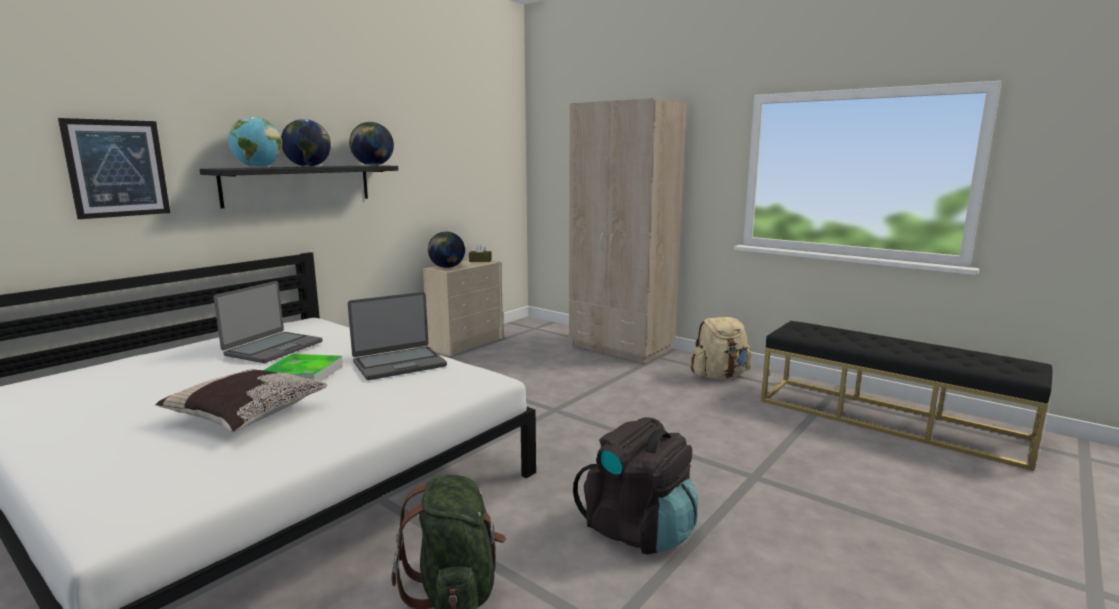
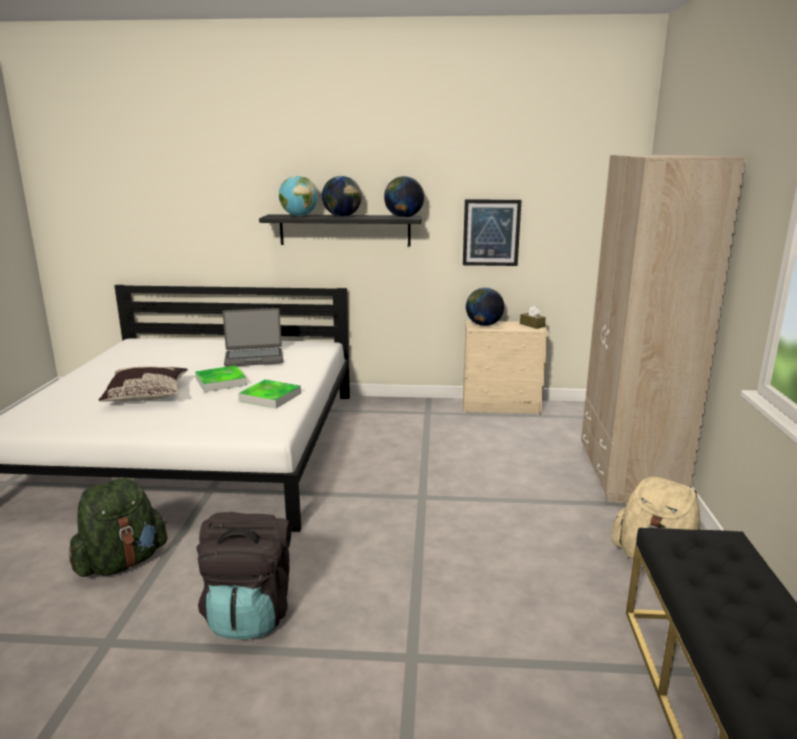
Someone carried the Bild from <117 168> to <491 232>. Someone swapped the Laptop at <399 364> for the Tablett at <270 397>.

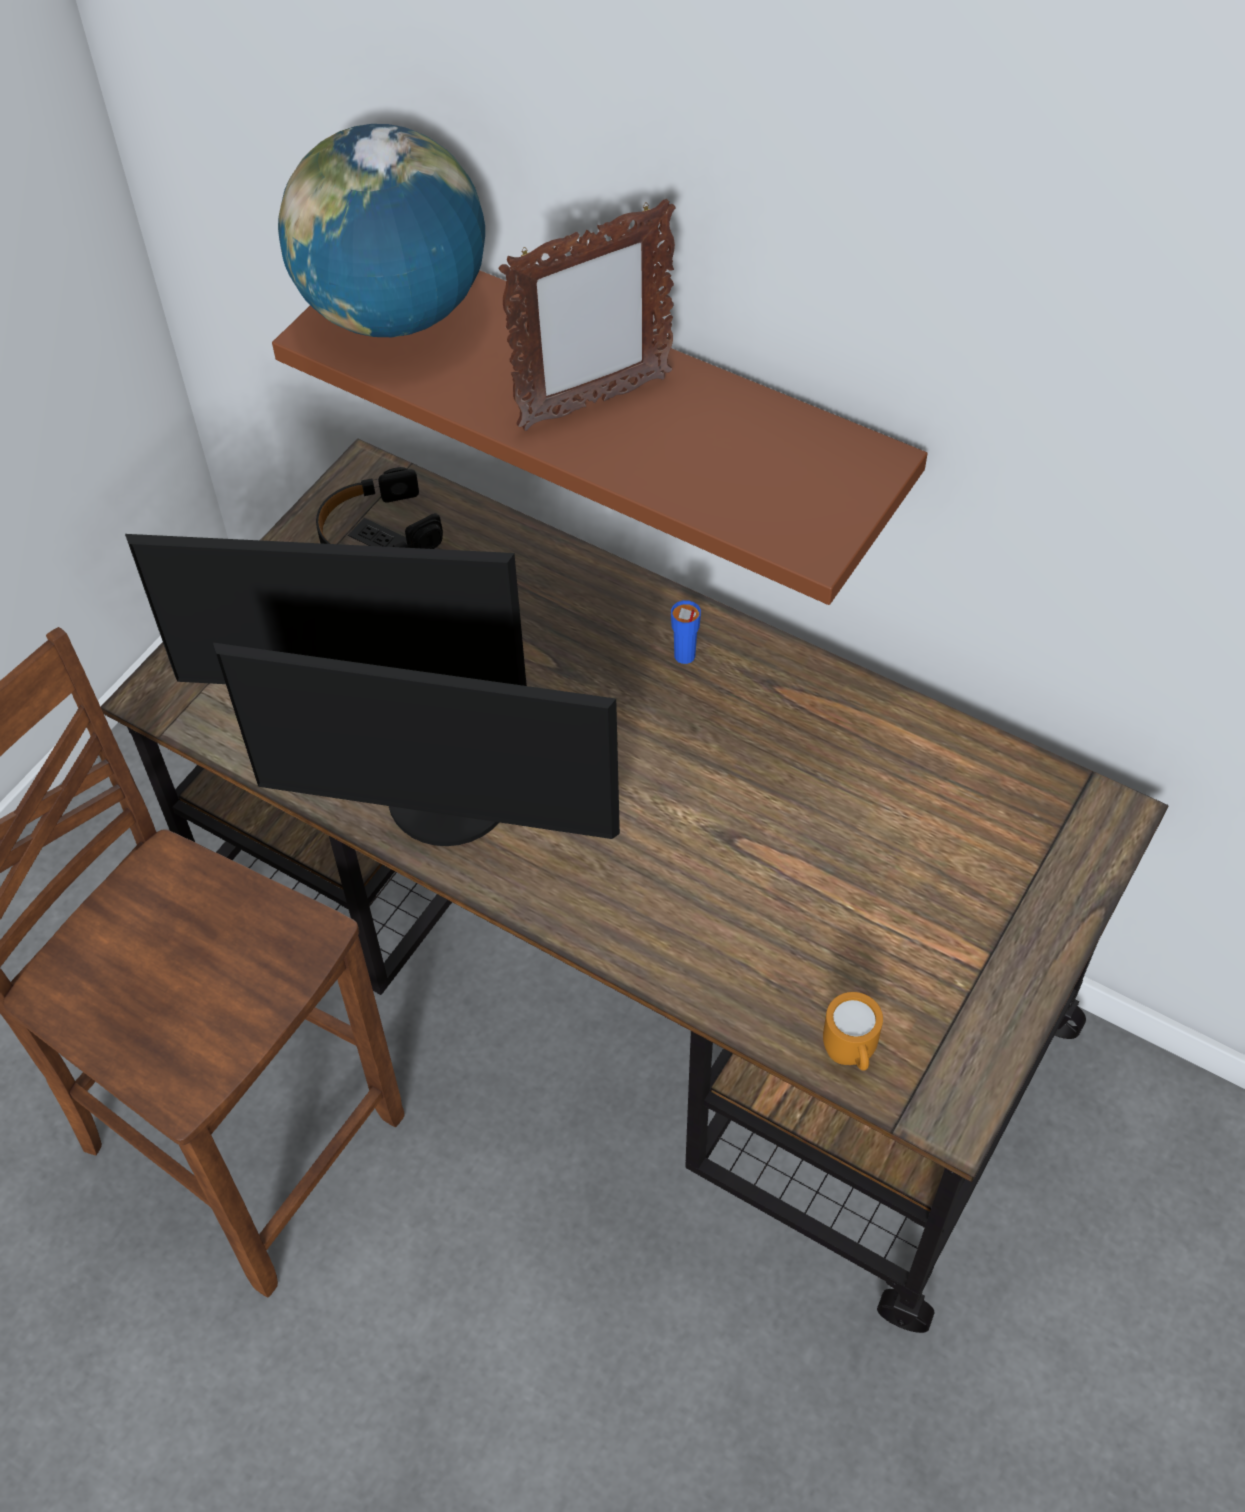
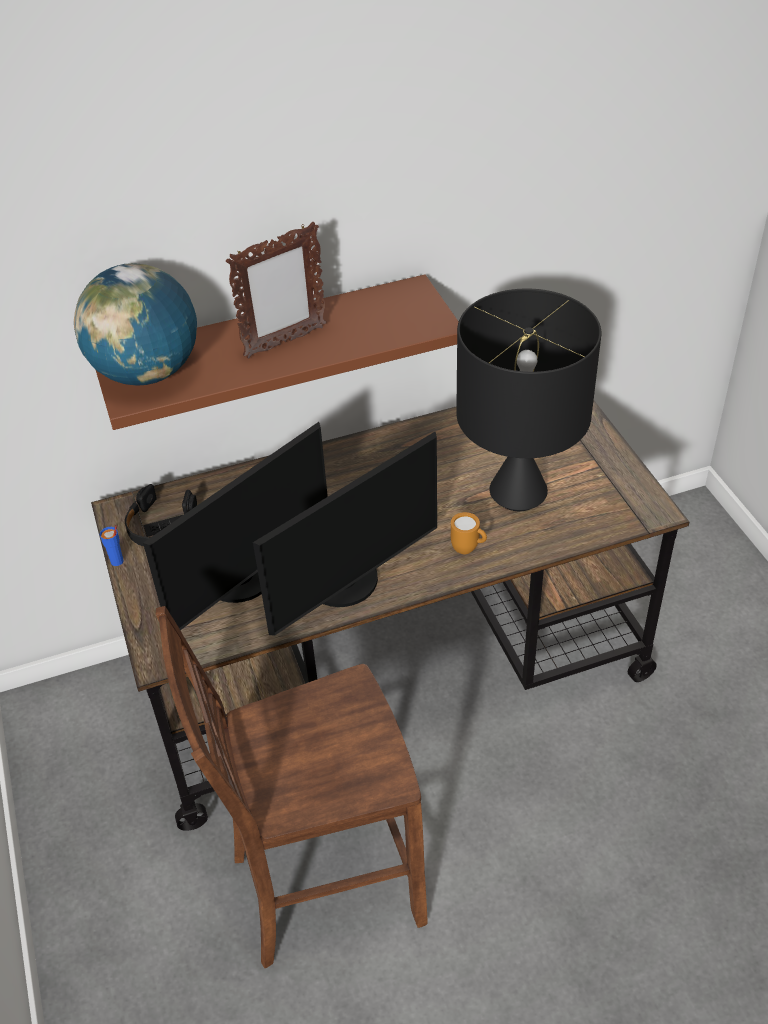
Someone put down the Tischlampe (schwarz) at <518 495>. Someone carried the Tasse (blau) from <684 656> to <117 561>. Someone carried the Henkelbecher (orange) from <850 1056> to <468 549>. Someone rotated the Bilderrahmen at <593 403> by 45 degrees clockwise.

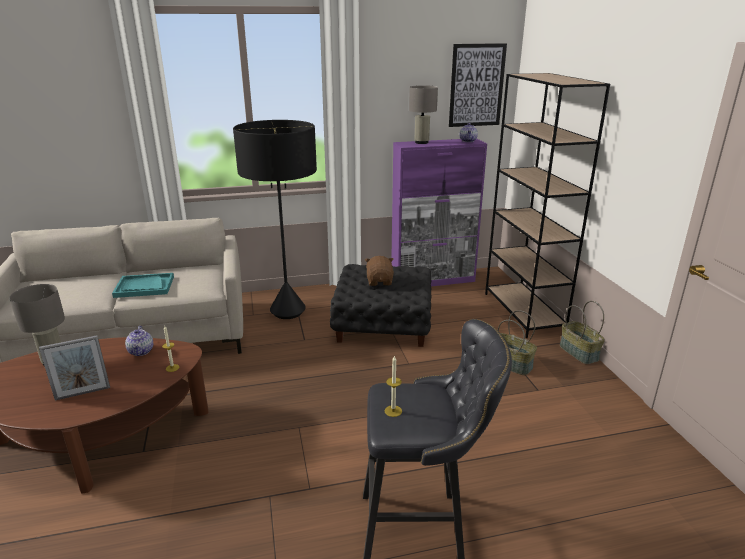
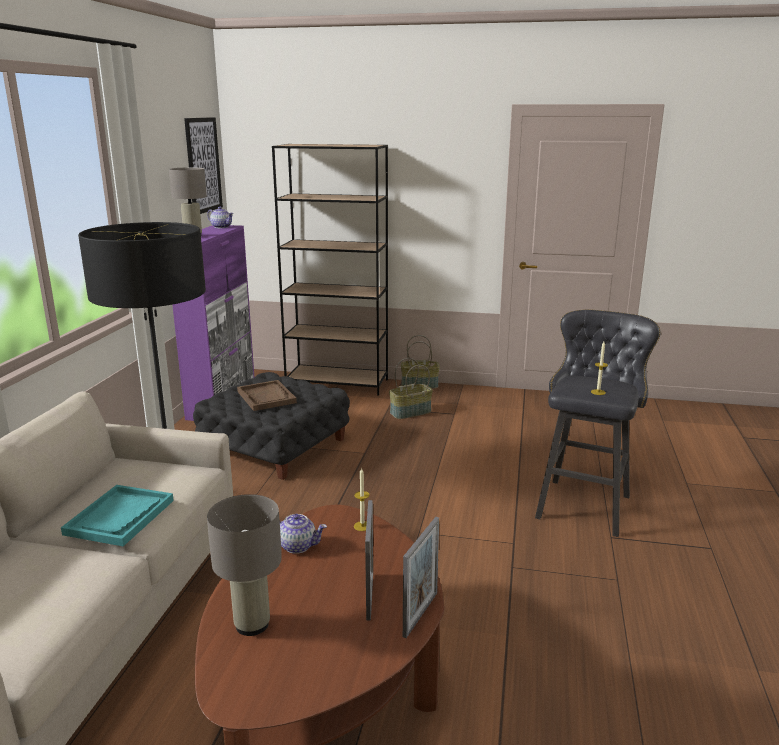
Someone put down the Bilderrahmen at <420 614>. Someone swapped the Plüschtier (braun) at <380 281> for the Tablett (braun) at <266 397>.

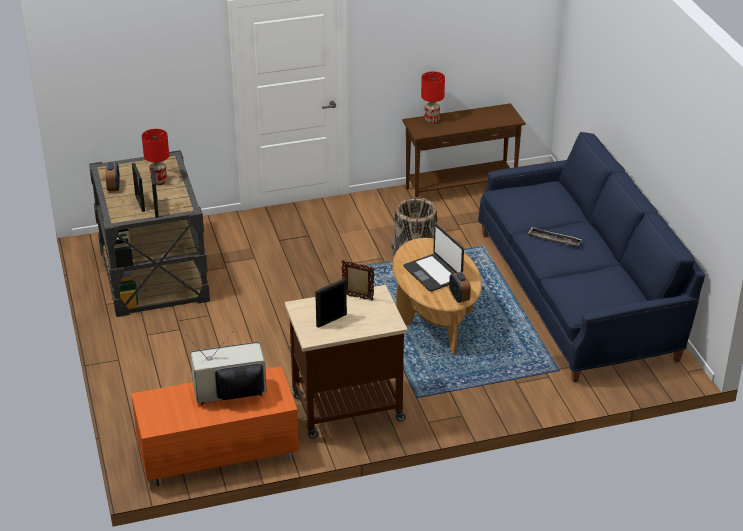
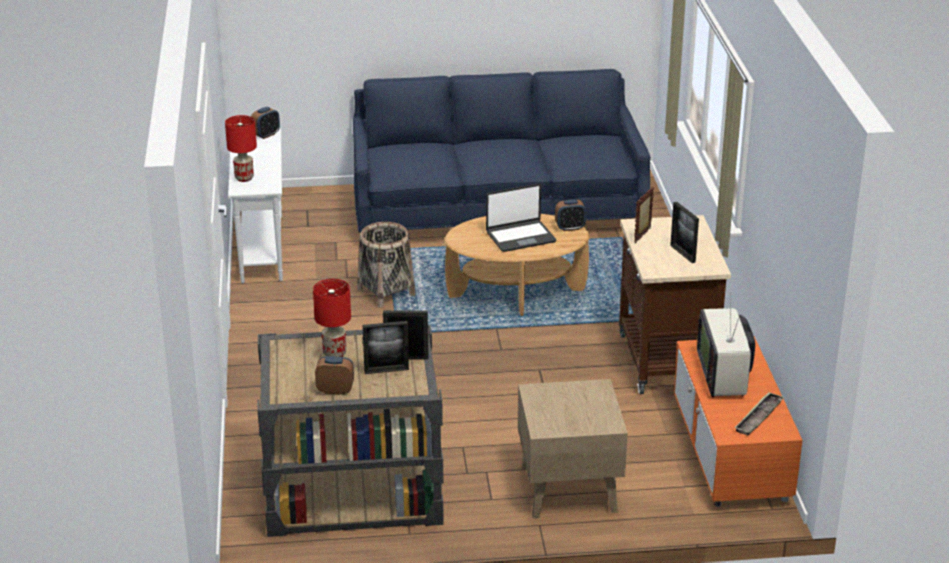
Someone put down the Wecker at <266 135>. Someone put down the Nachttisch (beige) at <567 489>. Someone carried the Tablett from <554 240> to <758 417>. Someone repainted the Konsolentisch (braun) at <461 188>, which became the Konsolentisch (weiß) at <261 248>.

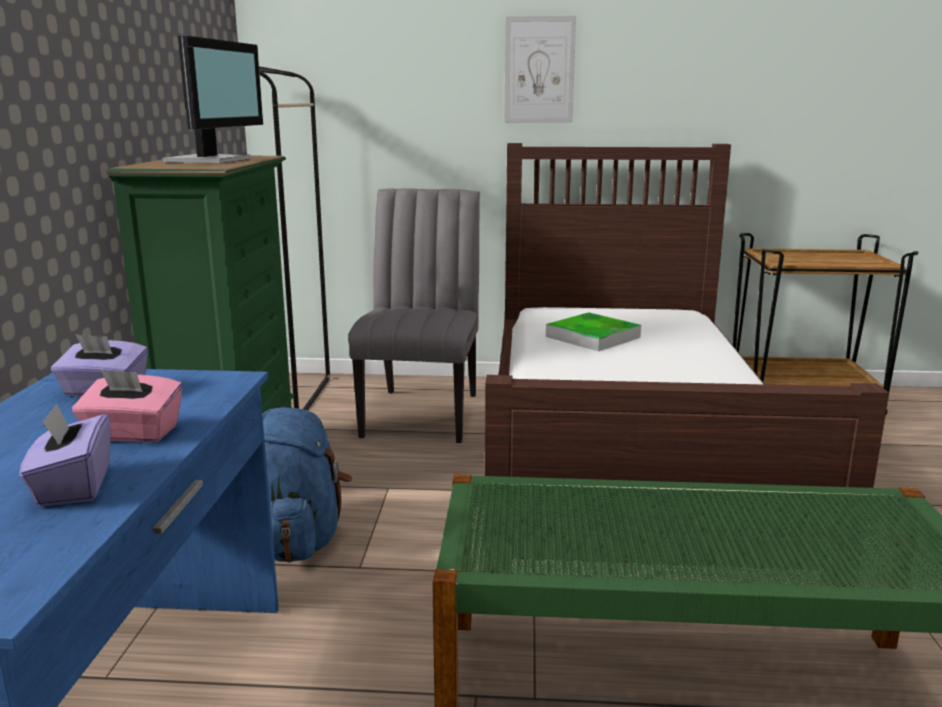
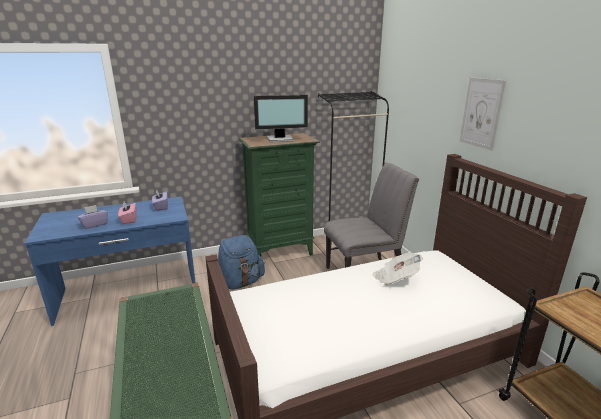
Someone swapped the Tablett at <593 337> for the Zeitung at <395 278>.

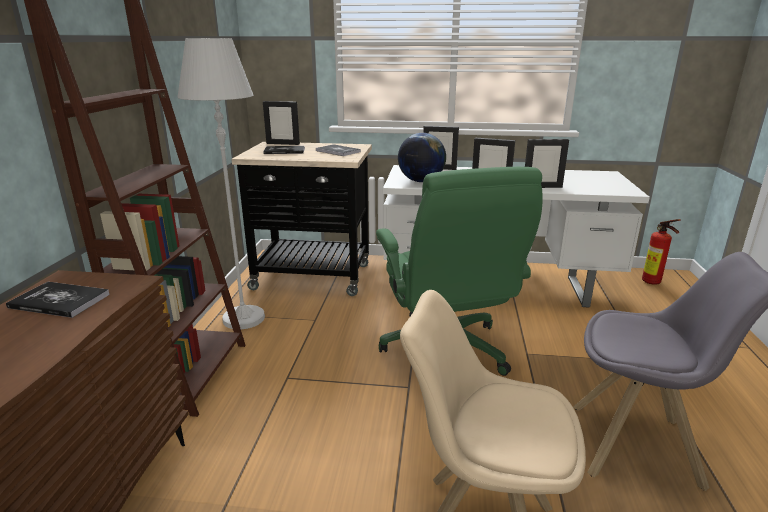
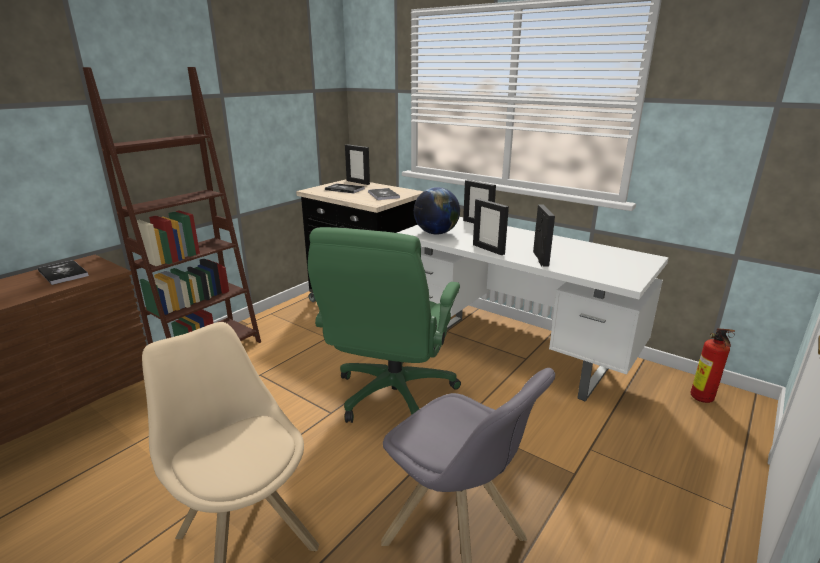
Someone took away the Stehlampe (weiß) at <243 318>. Someone rotated the Bilderrahmen at <542 186> by 120 degrees counterclockwise.

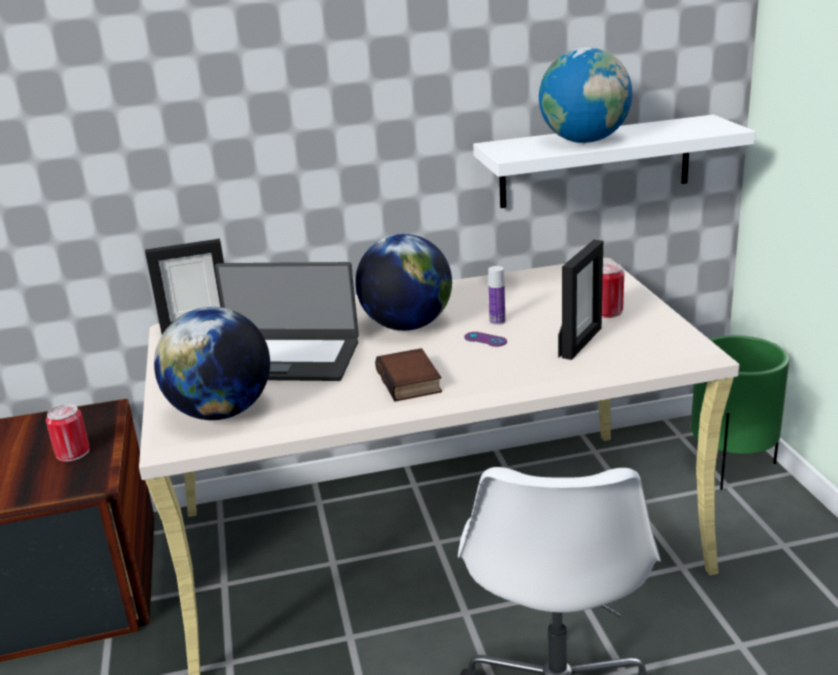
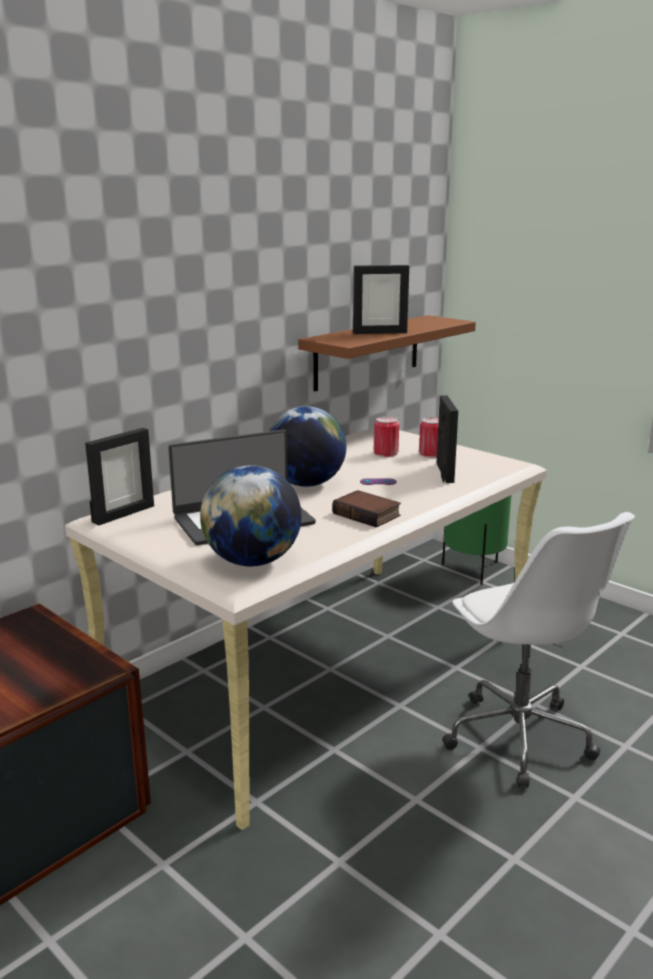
Someone took away the Flasche at <497 321>. Someone carried the Dose from <72 452> to <385 453>. Someone swapped the Globus at <585 141> for the Bilderrahmen at <379 332>. Someone repainted the Wandregal (weiß) at <595 162>, which became the Wandregal (braun) at <367 352>.

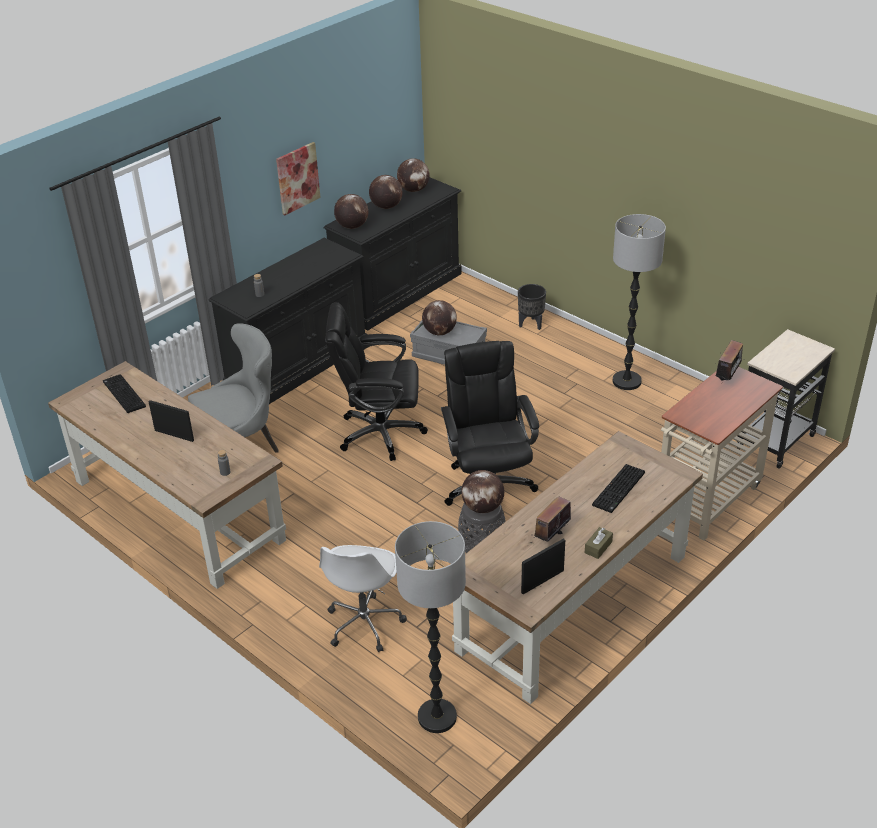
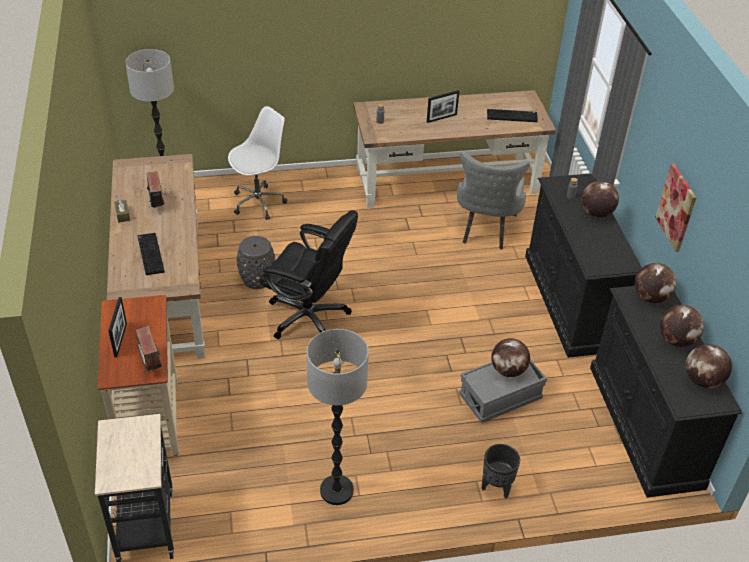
Someone took away the Bürostuhl (schwarz) at <380 433>. Someone carried the Globus from <483 508> to <596 213>. Someone carried the Bilderrahmen from <542 581> to <120 340>. Someone rotated the Bürostuhl (weiß) at <364 626> by 90 degrees clockwise.

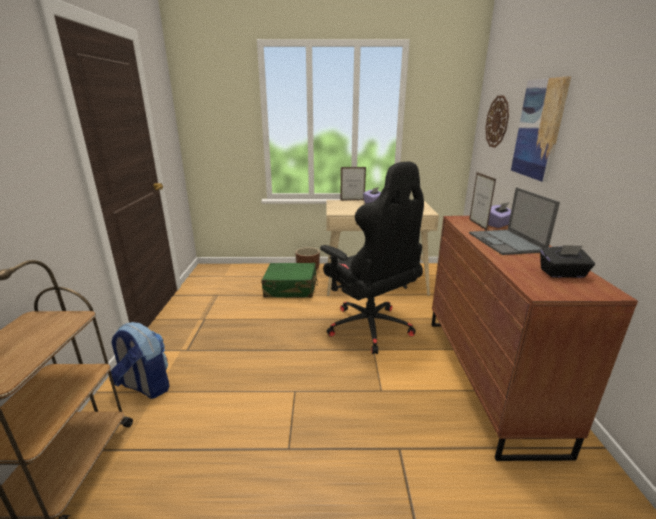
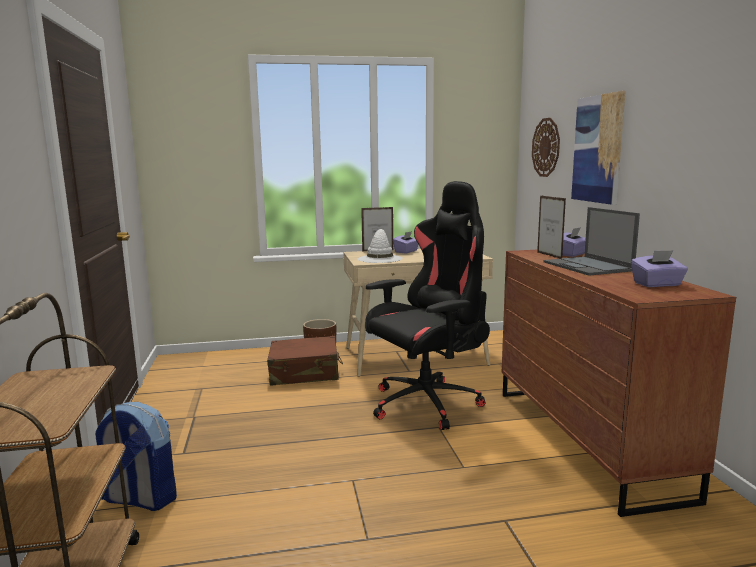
Someone put down the Hut (weiß) at <379 258>. Someone repainted the Koffer (grün) at <291 289>, which became the Koffer (braun) at <305 373>. Someone repainted the Taschentuchbox (schwarz) at <562 274>, which became the Taschentuchbox (lila) at <657 284>. Someone rotated the Bürostuhl (schwarz) at <368 327> by 75 degrees counterclockwise.

